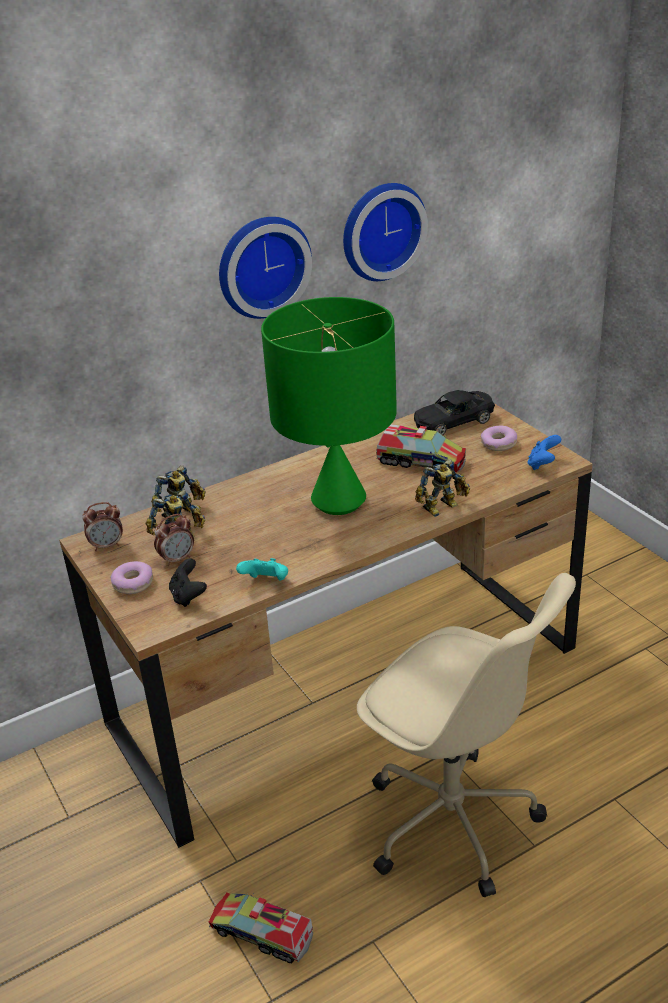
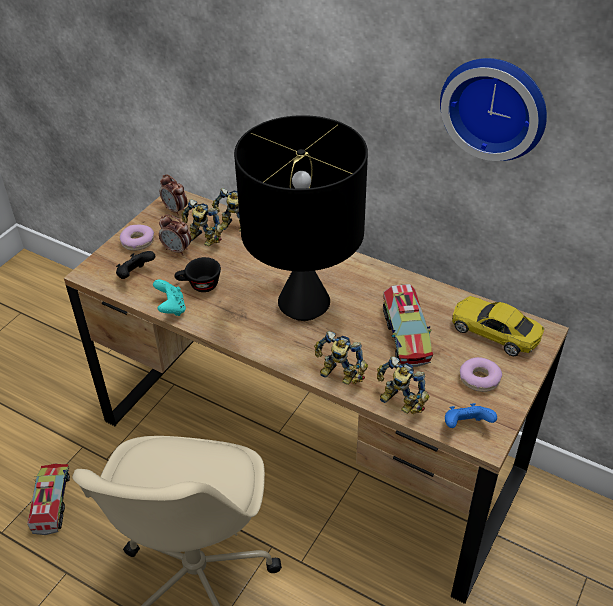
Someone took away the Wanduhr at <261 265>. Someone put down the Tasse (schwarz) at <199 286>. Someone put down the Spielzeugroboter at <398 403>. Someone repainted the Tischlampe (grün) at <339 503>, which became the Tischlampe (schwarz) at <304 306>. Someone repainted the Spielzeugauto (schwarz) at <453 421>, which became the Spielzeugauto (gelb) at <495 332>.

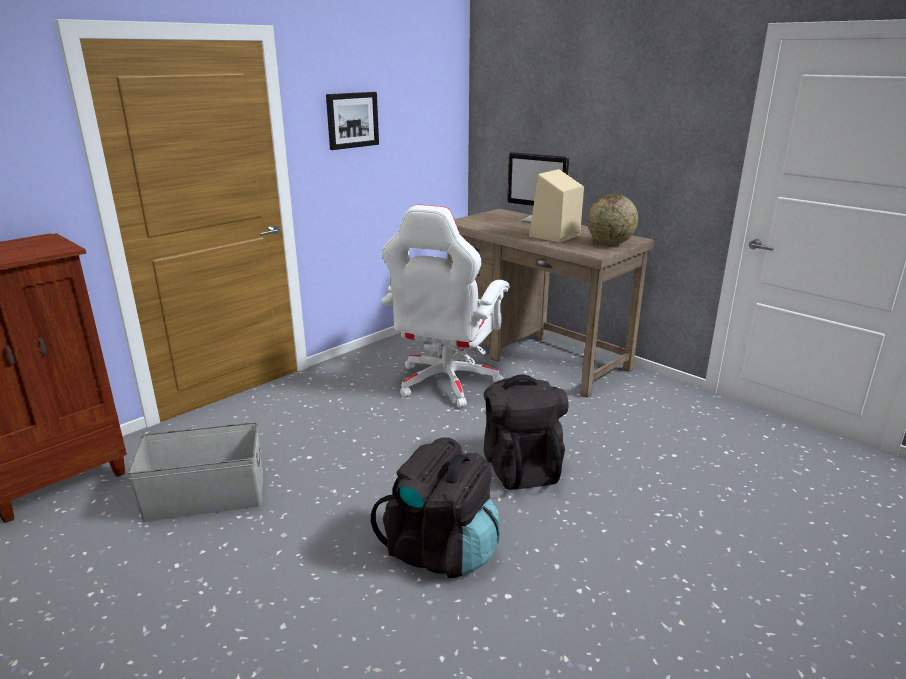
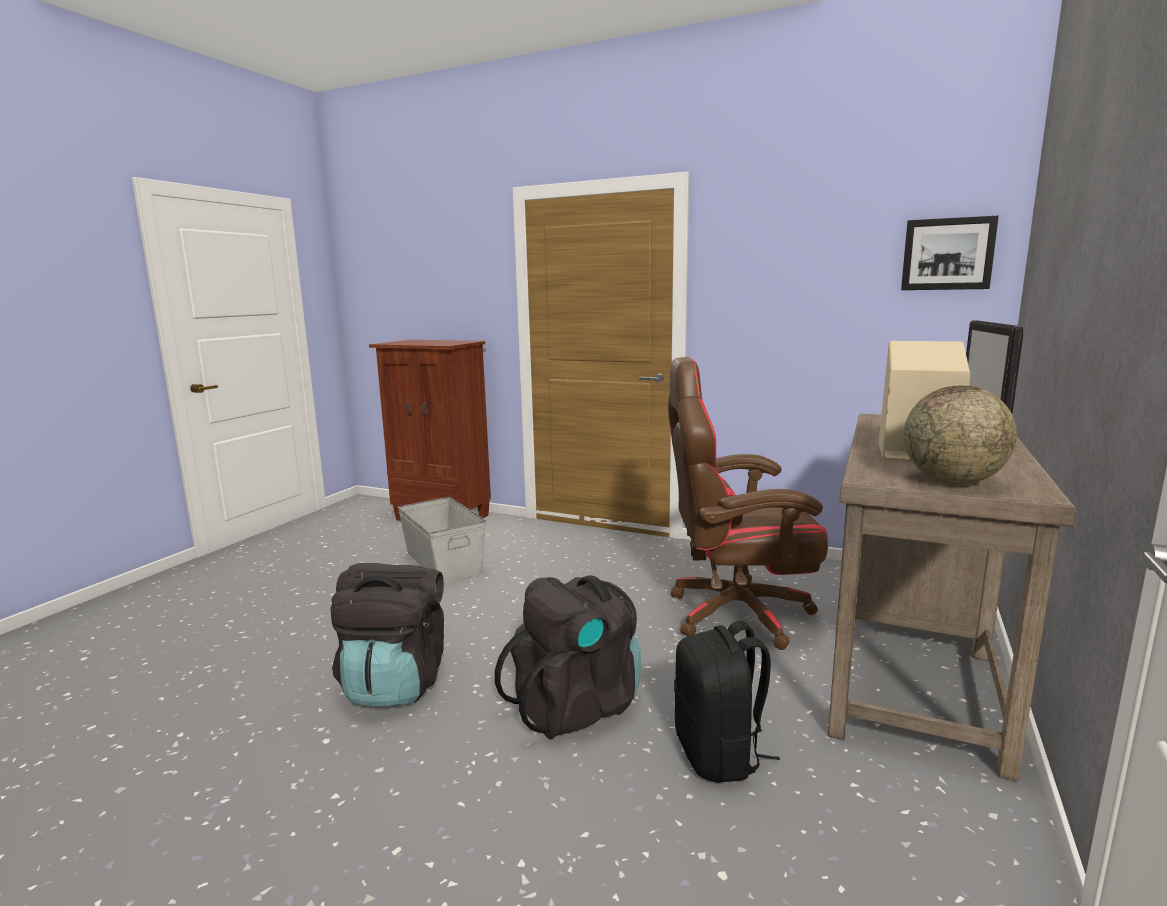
Someone put down the Rucksack (schwarz) at <719 755>. Someone carried the Bild from <352 120> to <947 254>. Someone repainted the Bürostuhl (weiß) at <447 381>, which became the Bürostuhl (braun) at <739 613>.

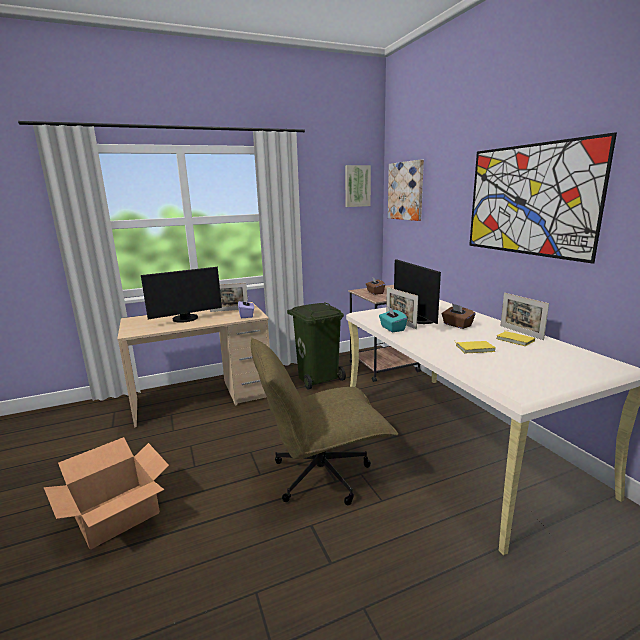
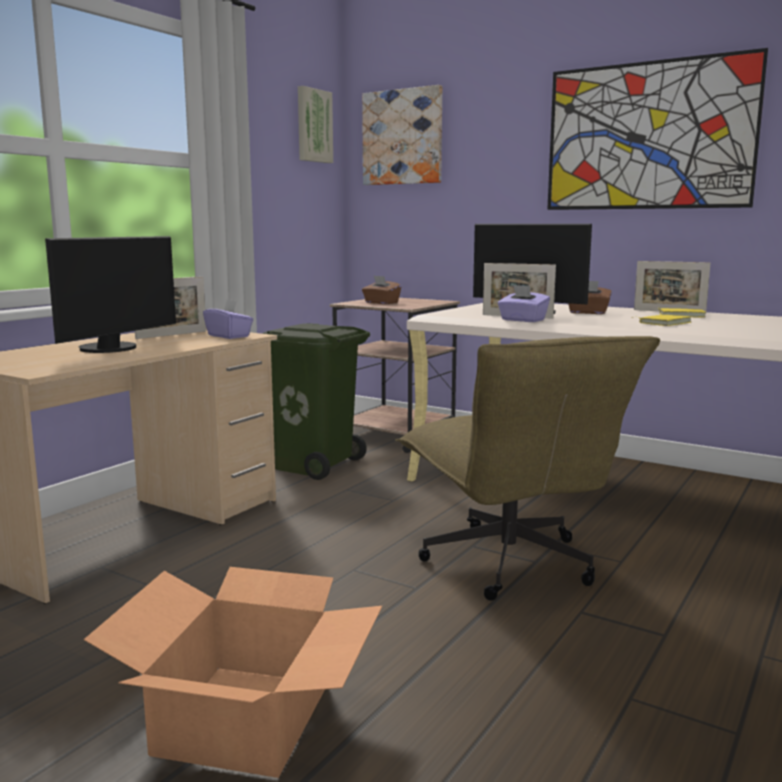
Someone repainted the Taschentuchbox (türkis) at <392 328>, which became the Taschentuchbox (lila) at <522 320>. Someone rotated the Bürostuhl (beige) at <322 474> by 60 degrees counterclockwise.

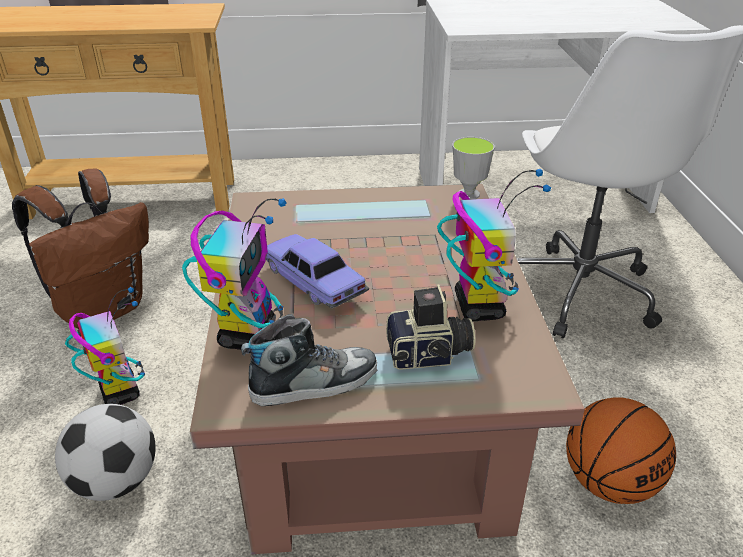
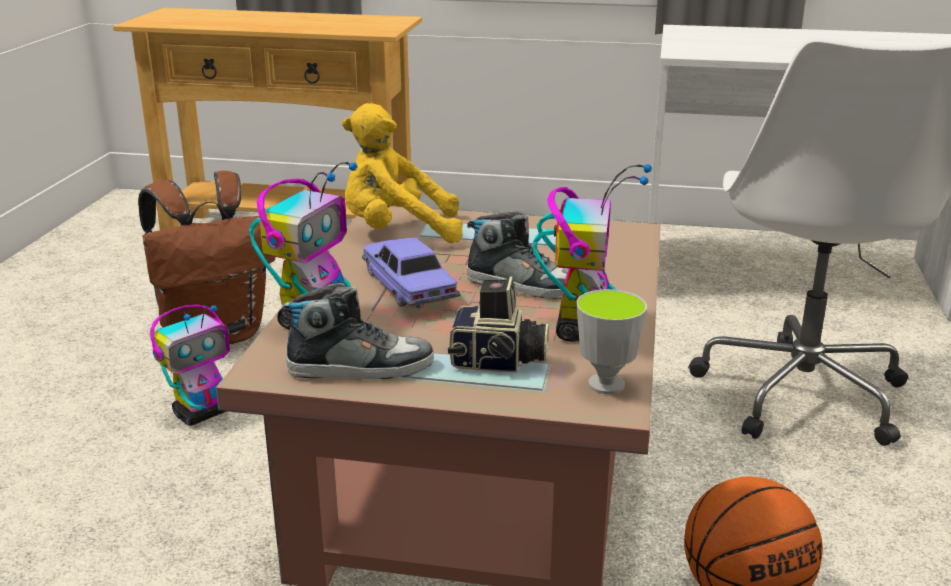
Someone took away the Fußball at <116 481>. Someone put down the Plüschtier (gelb) at <398 233>. Someone put down the Schuh at <524 285>. Someone carried the Tasse from <468 194> to <606 384>. Someone rotated the Spielzeugroboter at <119 391> by 60 degrees clockwise.

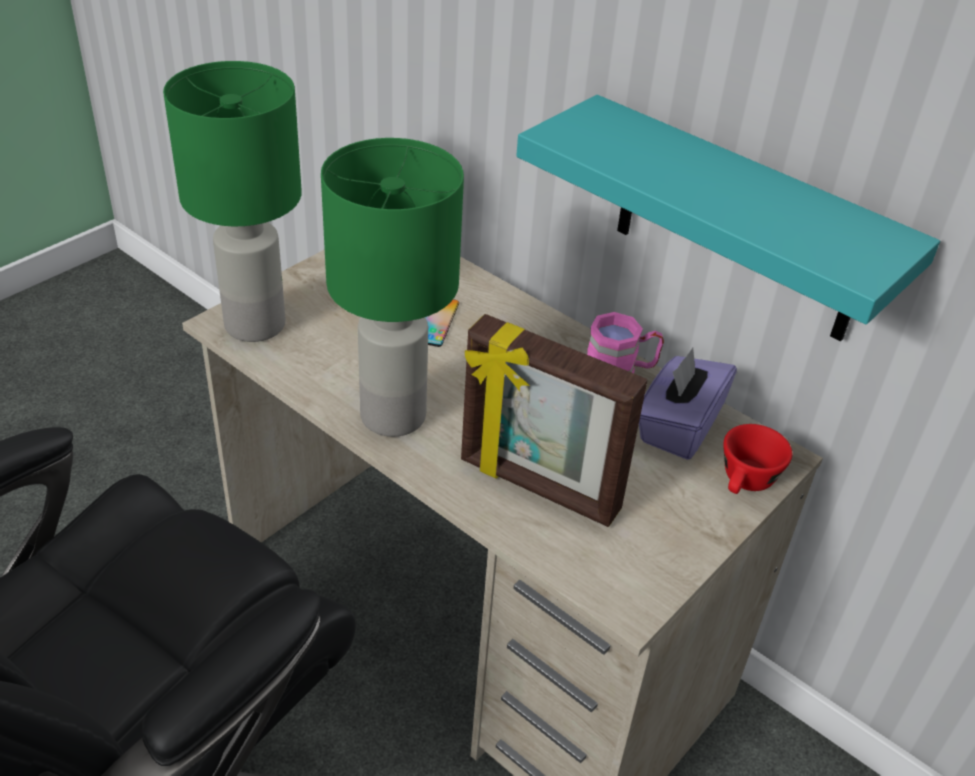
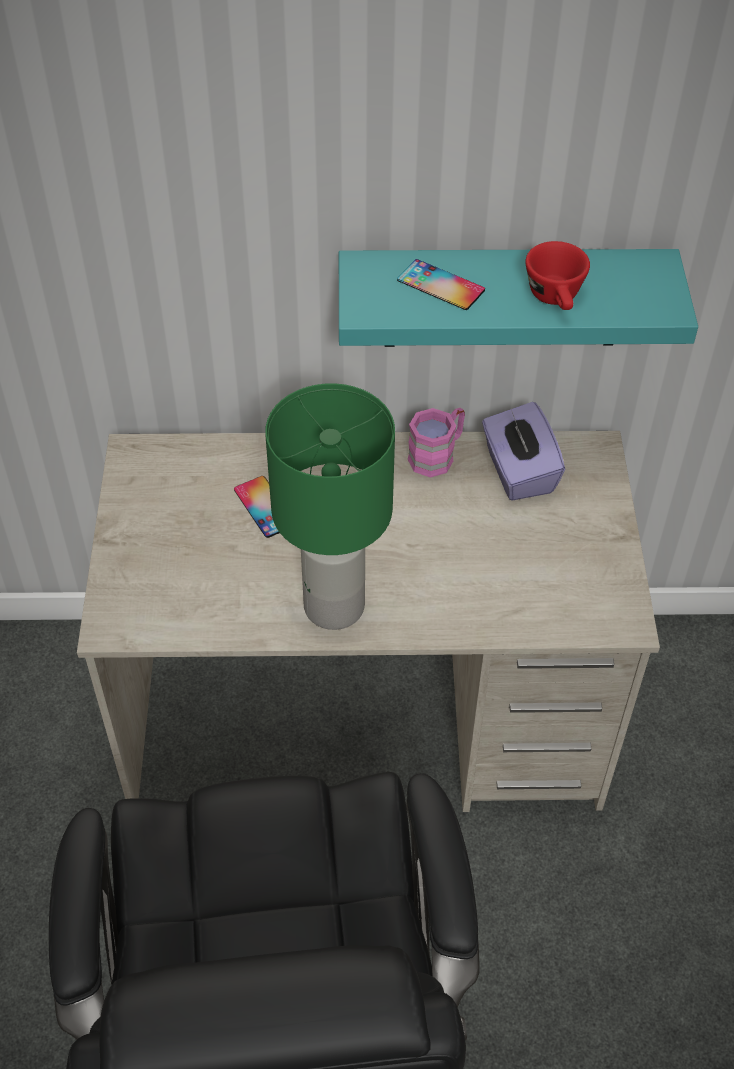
Someone took away the Tischlampe (grün) at <253 325>. Someone took away the Bilderrahmen at <538 487>. Someone put down the Handy at <440 285>. Someone carried the Tasse (rot) from <745 483> to <556 299>.

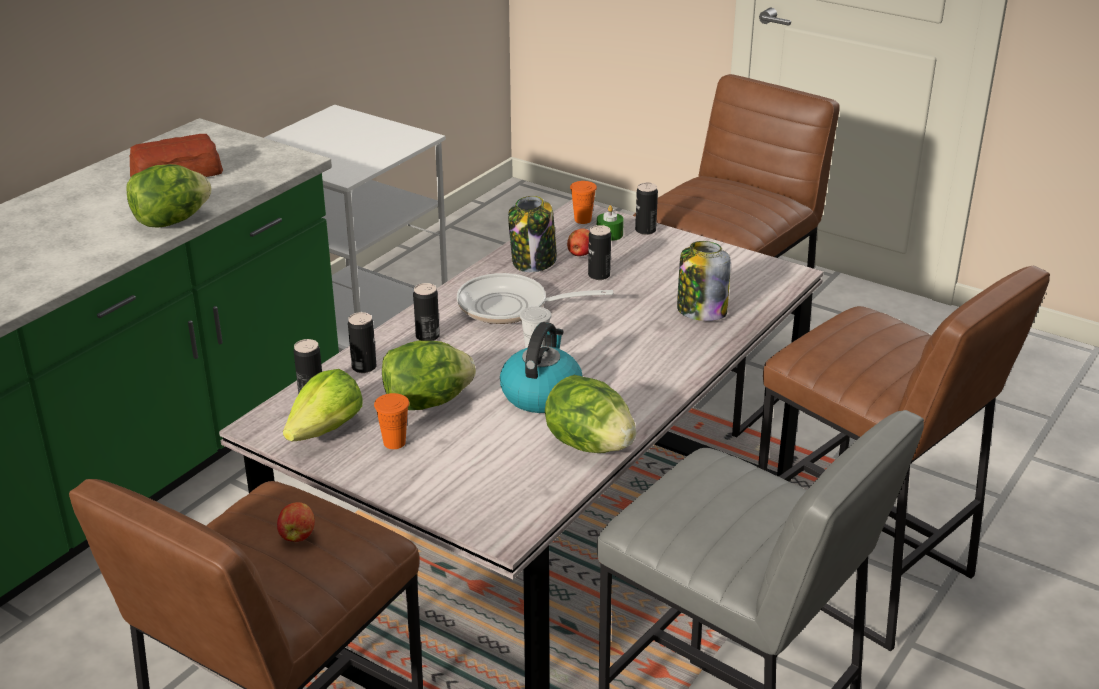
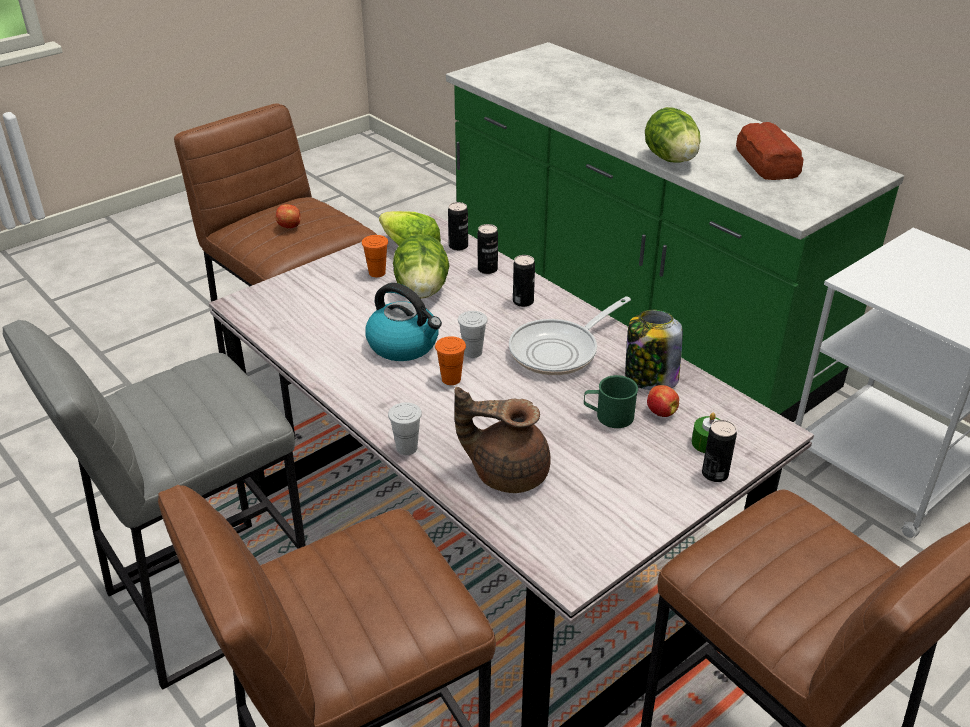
Someone took away the Salatkopf at <589 445>. Someone put down the Tasse (weiß) at <407 448>. Someone carried the Tasse (orange) from <582 220> to <451 379>. Someone swapped the Dose at <599 275> for the Henkelbecher (grün) at <608 416>. Someone swapped the Vorratsglas at <701 311> for the Teekanne (braun) at <507 472>. Someone rotated the Pfanne at <511 307> by 150 degrees counterclockwise.

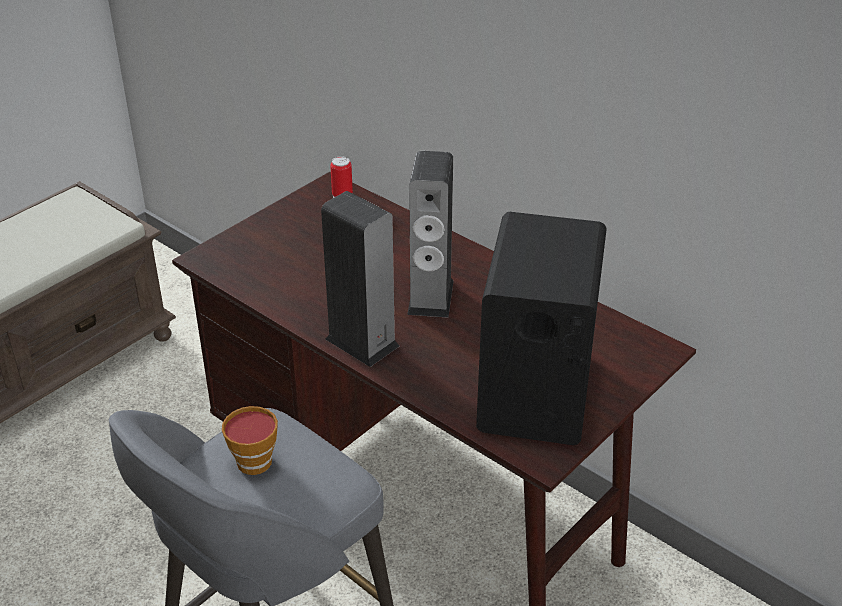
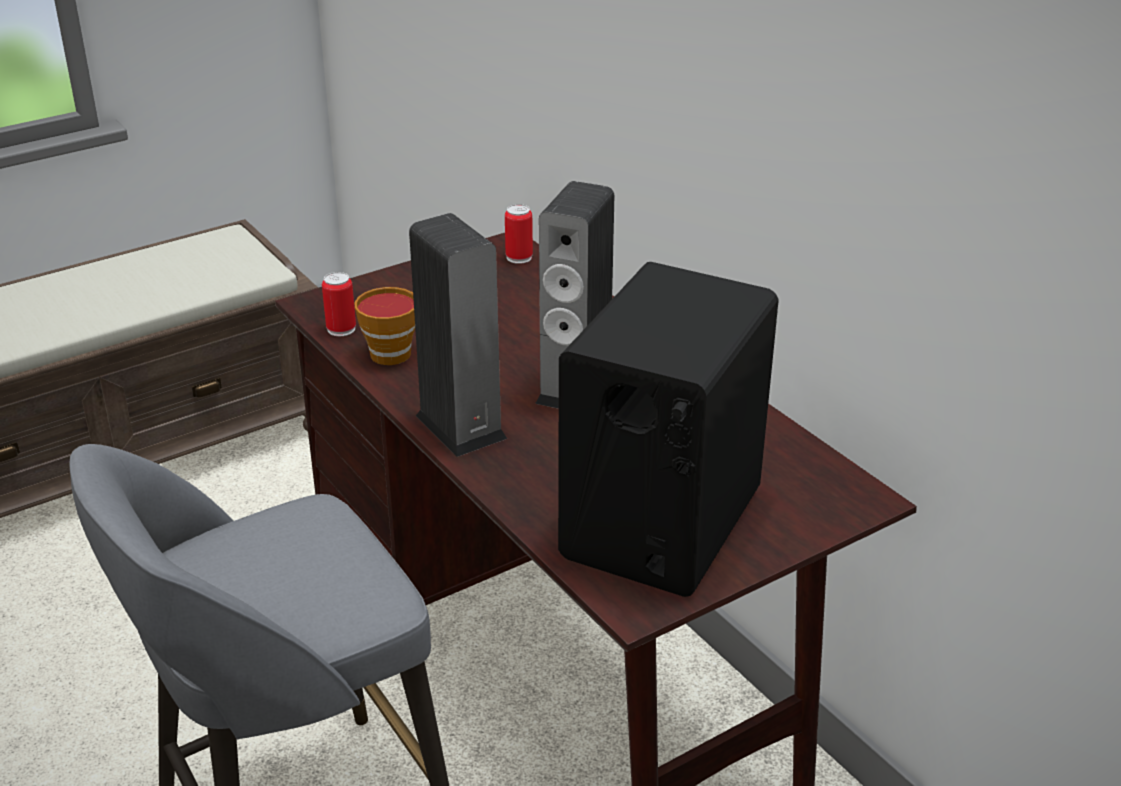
Someone put down the Dose at <341 329>. Someone carried the Tasse from <254 458> to <391 351>.

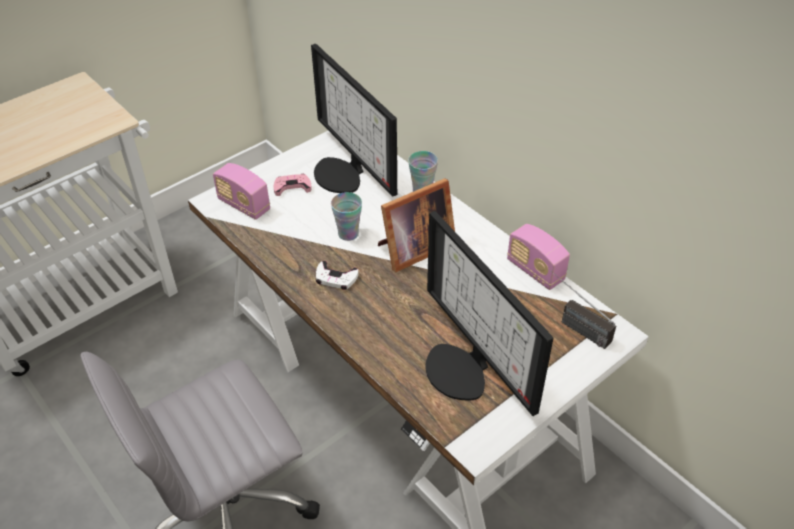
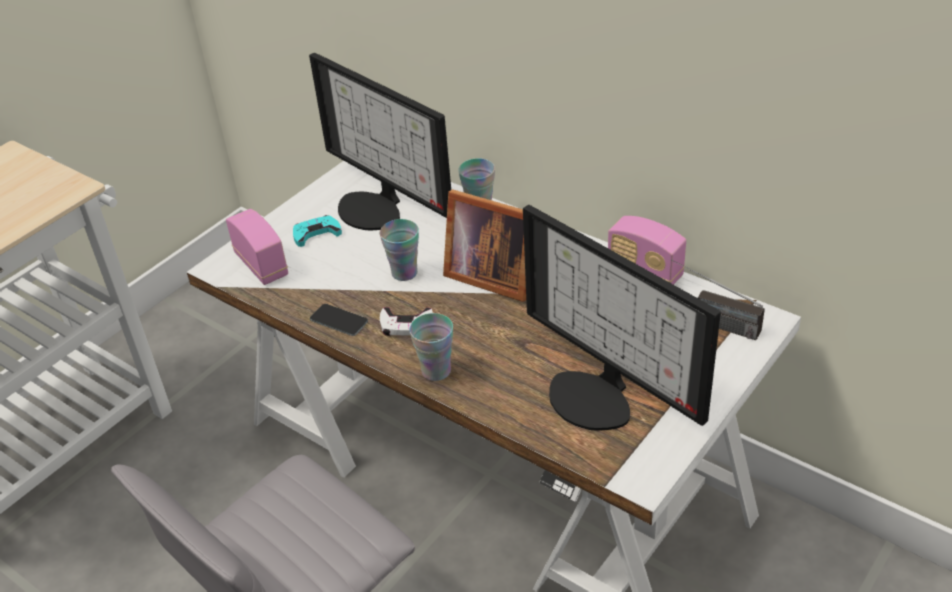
Someone put down the Handy at <339 320>. Someone put down the Tasse at <436 371>. Someone repainted the Gamepad (rosa) at <292 187>, which became the Gamepad (türkis) at <316 233>. Someone rotated the Radio at <244 205> by 150 degrees counterclockwise. Someone rotated the Bilderrahmen at <413 249> by 75 degrees clockwise.

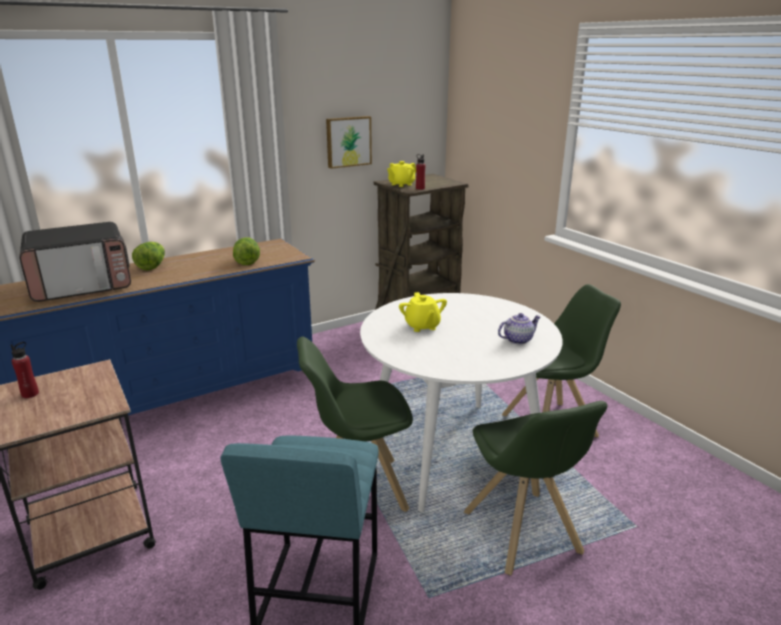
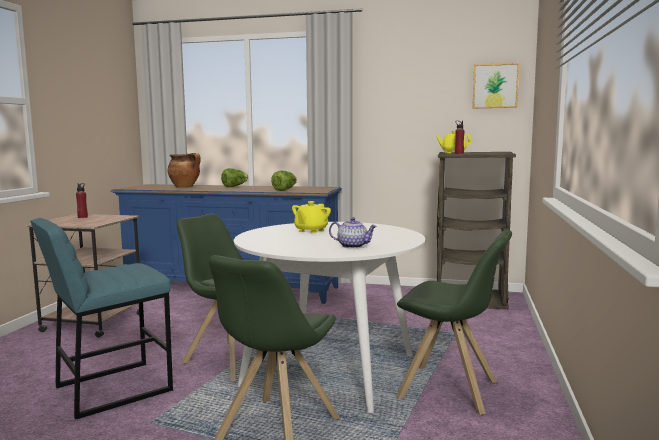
Someone carried the Bild from <348 141> to <495 86>. Someone swapped the Mikrowelle at <83 285> for the Kochtopf at <185 187>.

